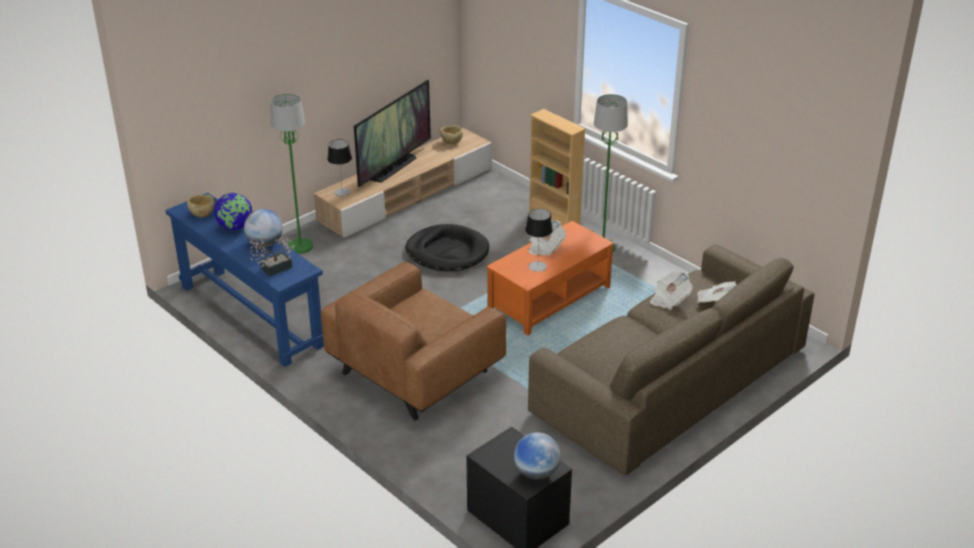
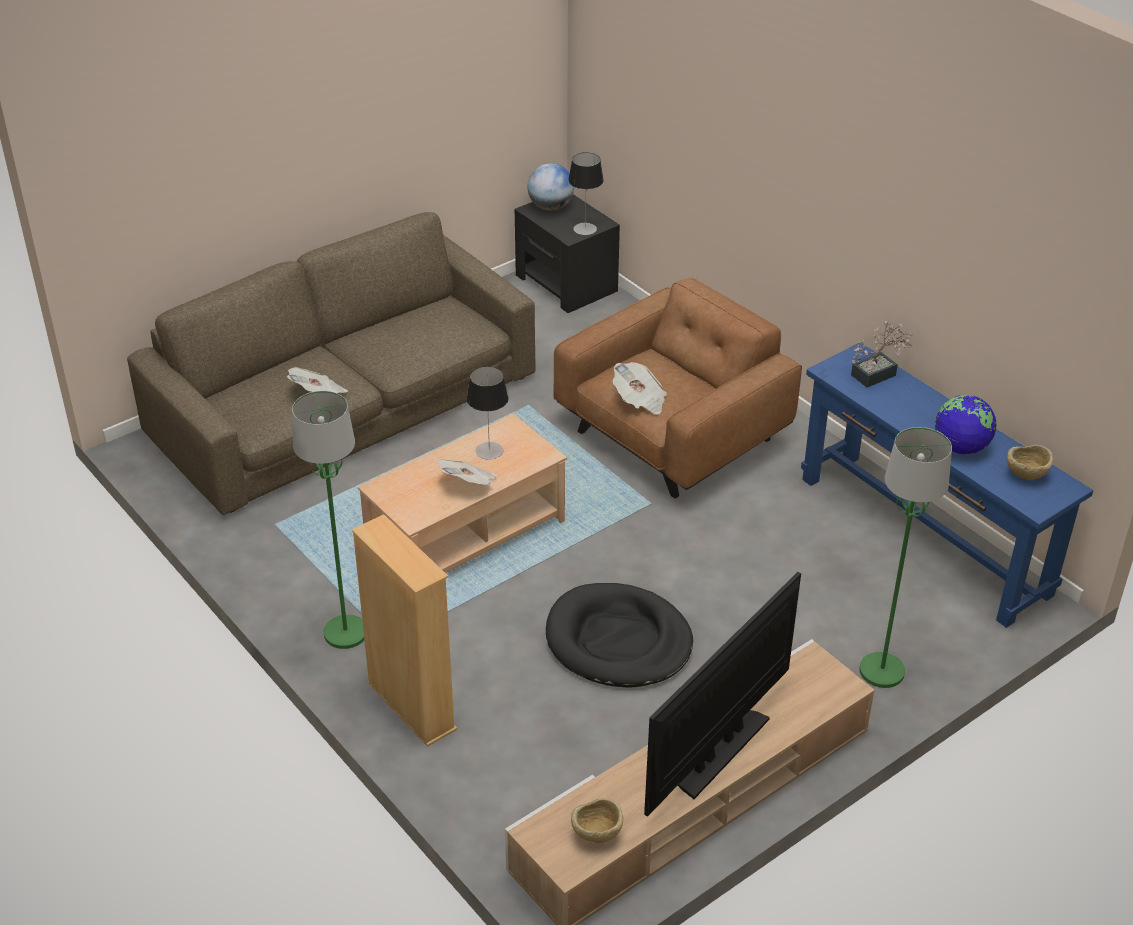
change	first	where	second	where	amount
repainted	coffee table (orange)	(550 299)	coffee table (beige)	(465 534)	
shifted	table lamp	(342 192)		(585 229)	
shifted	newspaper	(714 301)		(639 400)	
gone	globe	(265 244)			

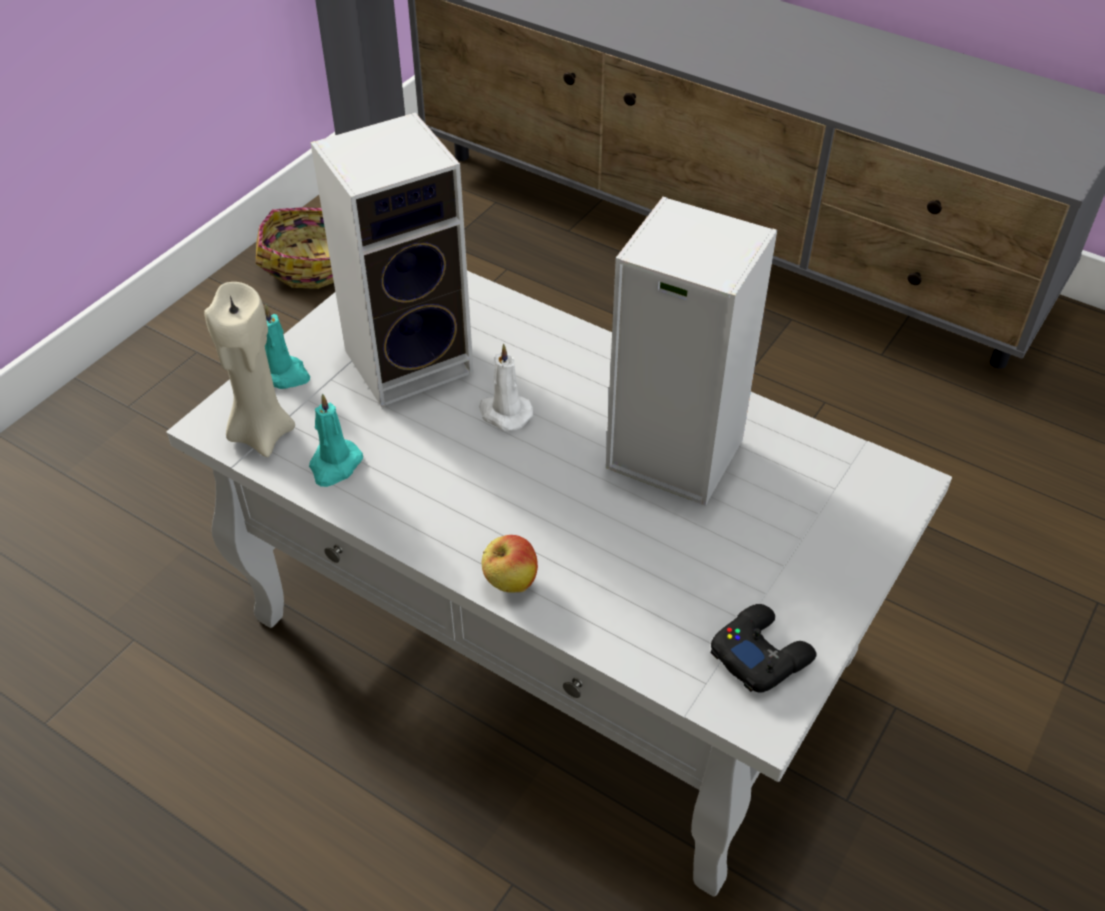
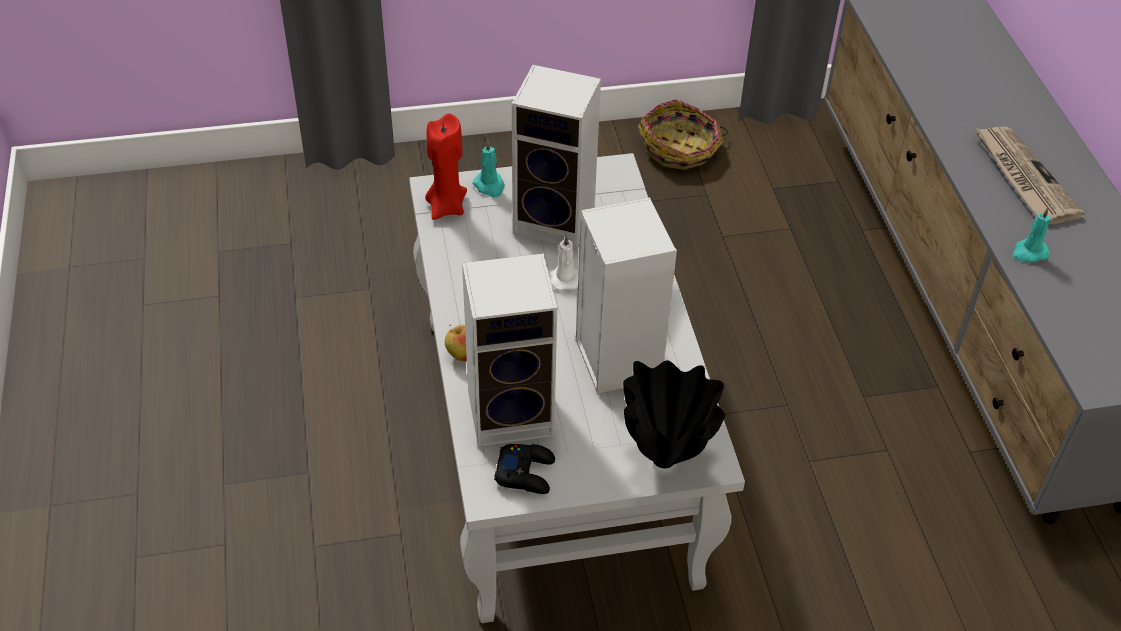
change	first	where	second	where	amount
repainted	candle (beige)	(261 433)	candle (red)	(446 207)	
new			speaker	(514 411)	
new			vase (black)	(665 460)	
new			newspaper	(1023 177)	
shifted	candle (turquoise)	(334 465)		(1029 253)	

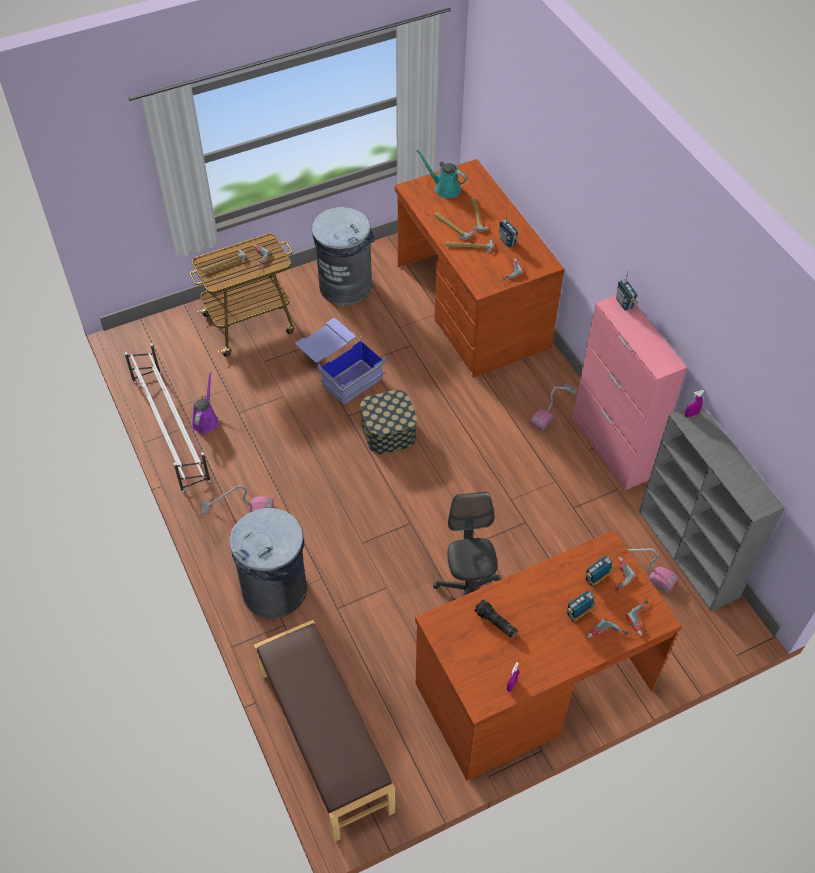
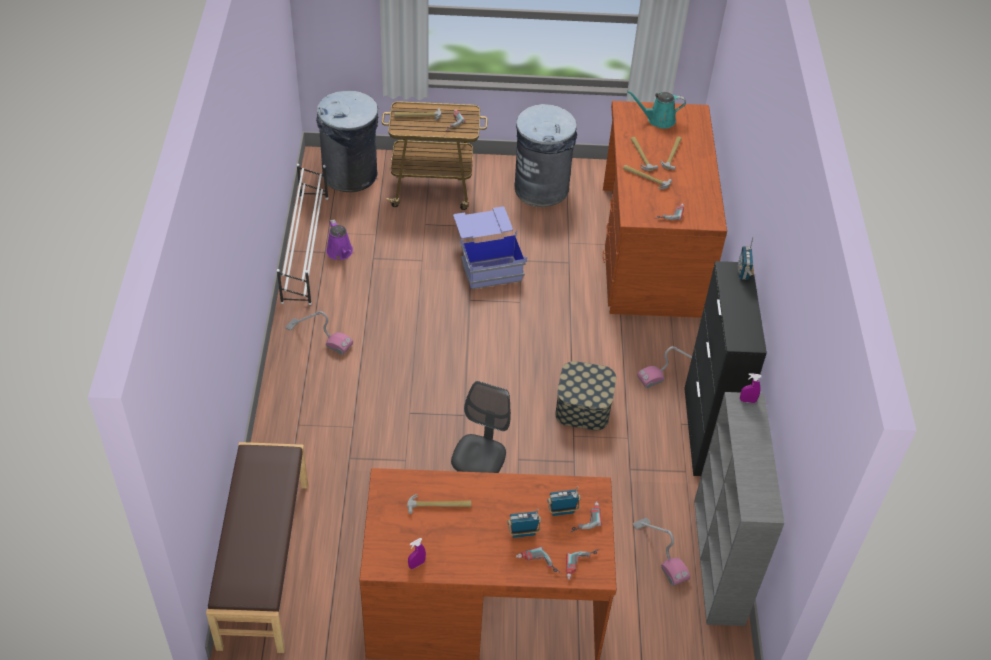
change	first	where	second	where	amount
shifted	trash can (grey)	(275 590)		(350 175)	
rotated	watering can (purple)	(206 420)		(340 252)	120 degrees clockwise
swapped	flashlight	(495 623)	hammer	(439 505)	
shifted	storage box	(388 432)		(583 407)	
rotated	watering can (turquoise)	(445 188)		(658 120)	60 degrees counterclockwise
repainted	cabinet (pink)	(611 448)	cabinet (black)	(705 432)	
gone	radio	(507 241)			

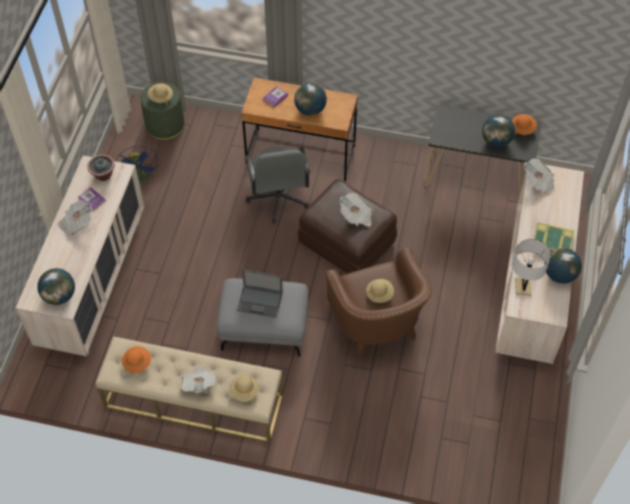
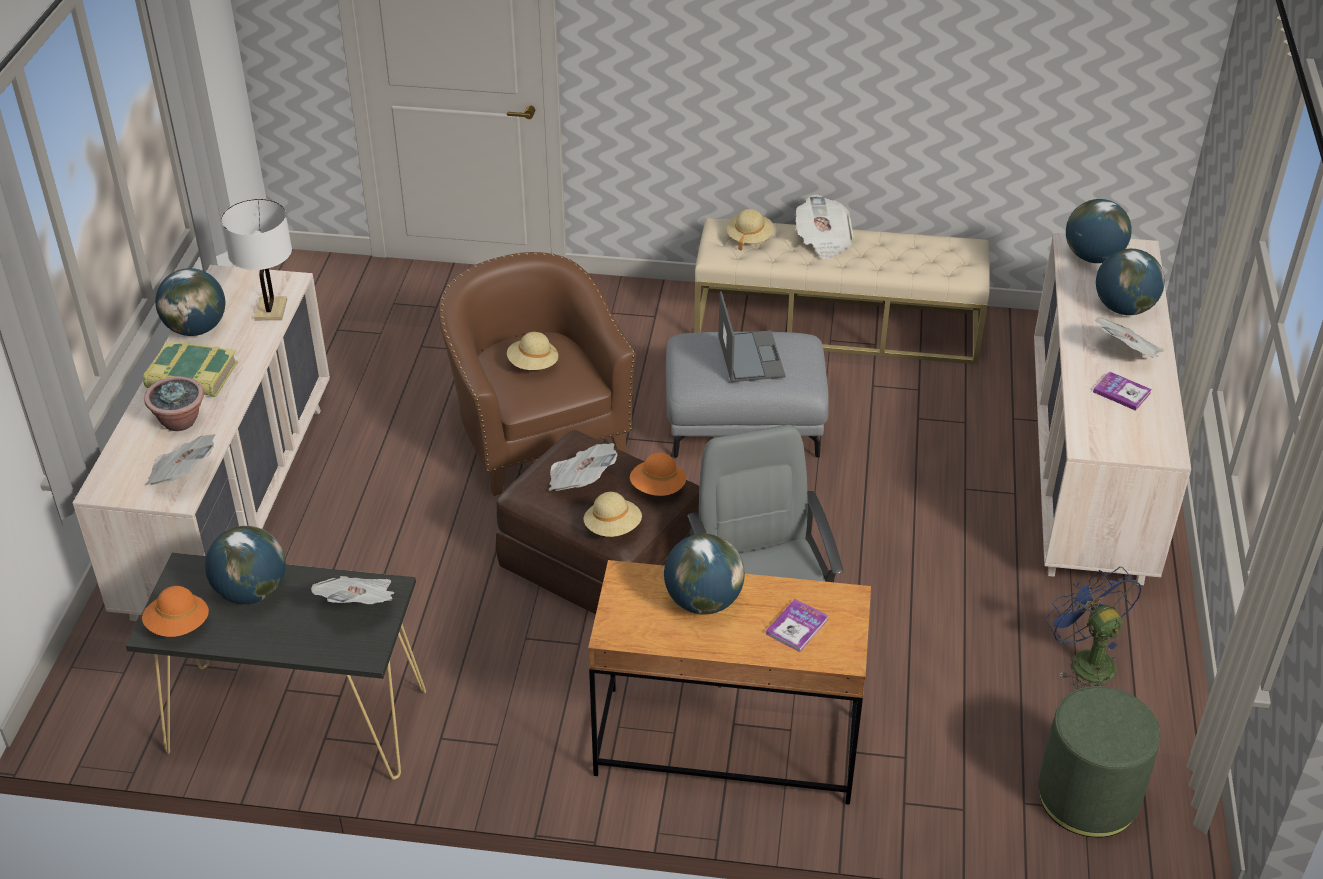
change	first	where	second	where	amount
shifted	potted plant	(103 175)		(180 421)	
new			newspaper	(359 604)	
shifted	hat (beige)	(160 97)		(613 528)	
shifted	hat (orange)	(137 362)		(658 488)	
rotated	laptop	(260 301)		(750 356)	75 degrees clockwise
new			globe	(1123 308)	

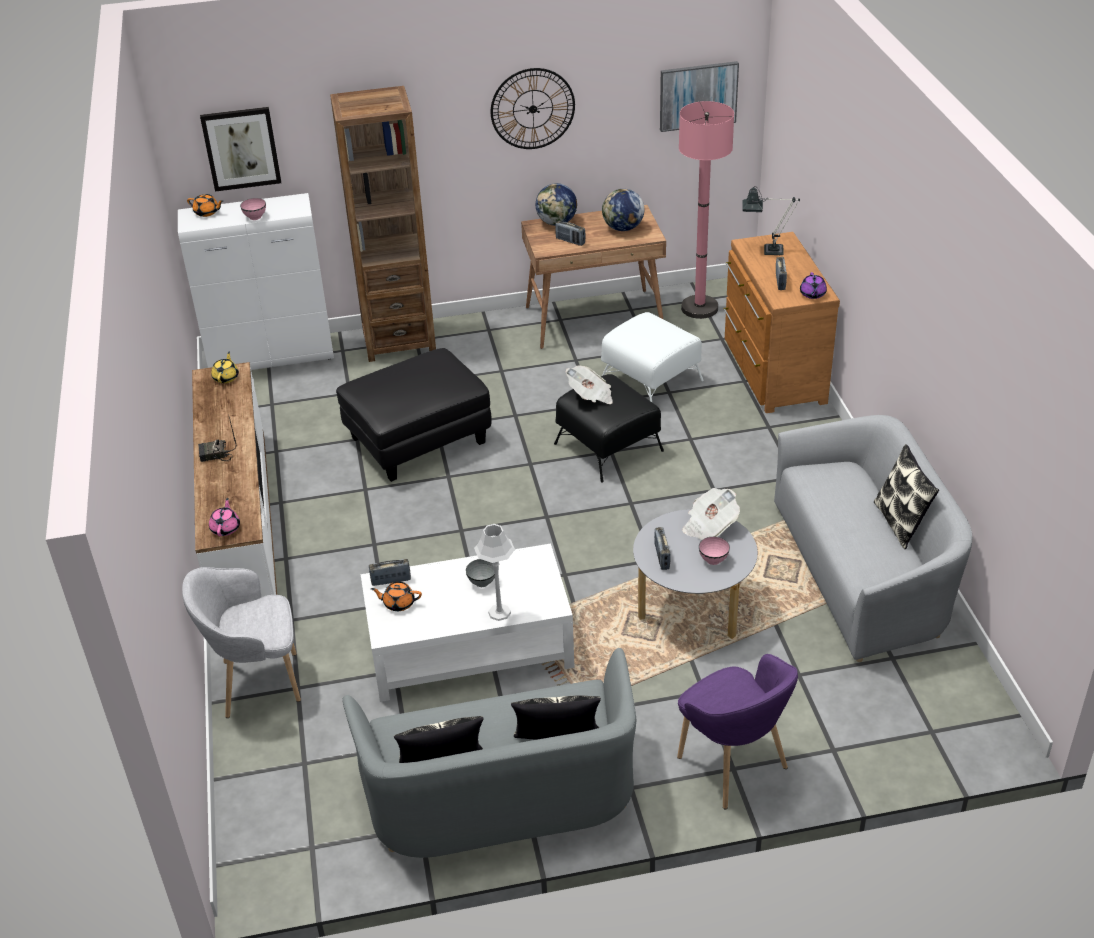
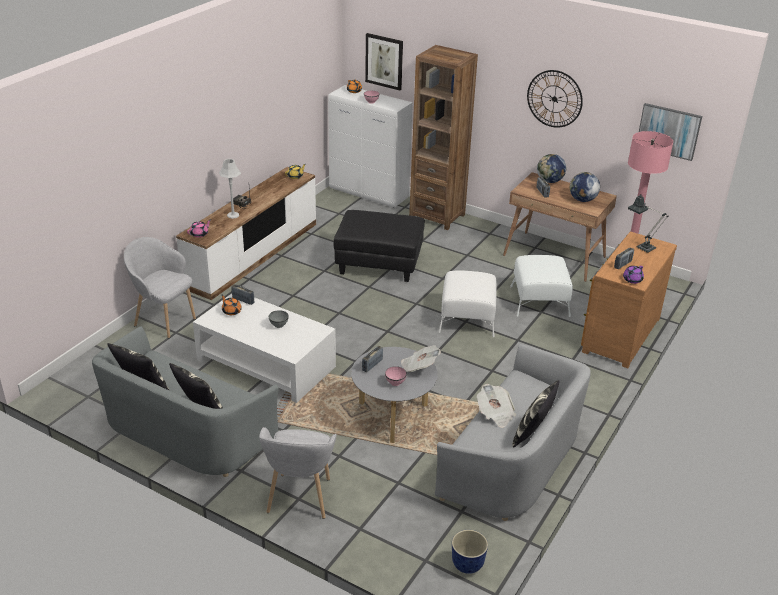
change	first	where	second	where	amount
shifted	table lamp (grey)	(499 612)		(233 215)	
repainted	armchair (purple)	(733 766)	armchair (grey)	(299 498)	
repainted	ottoman (black)	(608 447)	ottoman (white)	(467 319)	
new			planter	(467 564)	
shifted	newspaper	(590 396)		(495 414)	

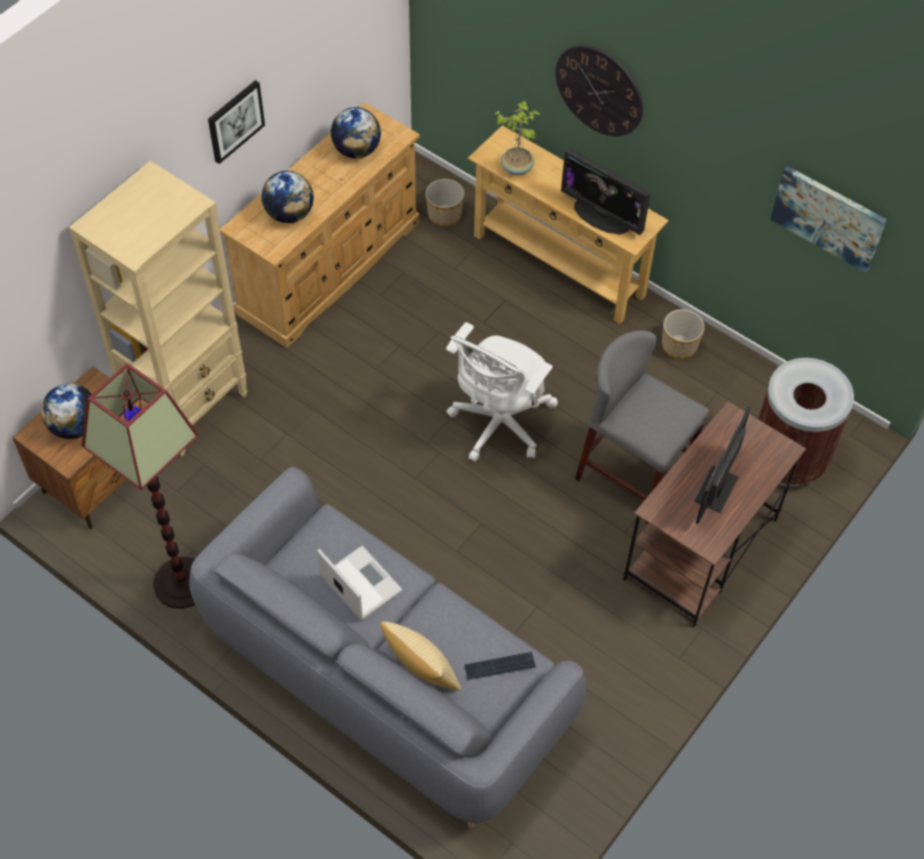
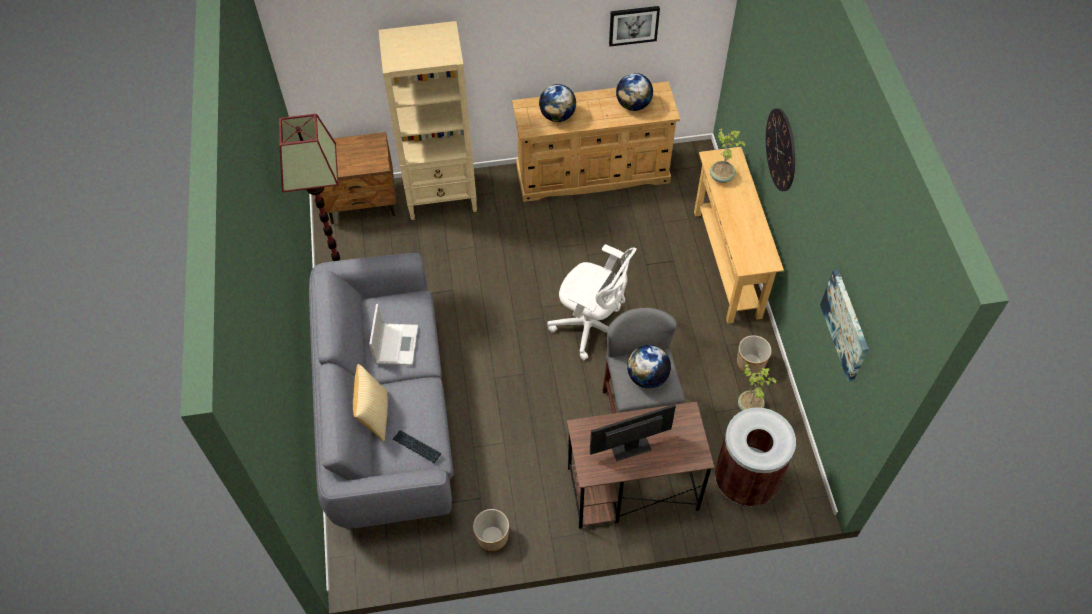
change	first	where	second	where	amount
shifted	planter	(444 215)		(492 537)	
rotated	office chair (white)	(498 425)		(591 327)	135 degrees counterclockwise
shifted	picture	(235 121)		(633 25)	
shifted	globe	(74 426)		(647 377)	
new			potted plant	(750 406)	
gone	monitor	(601 216)			

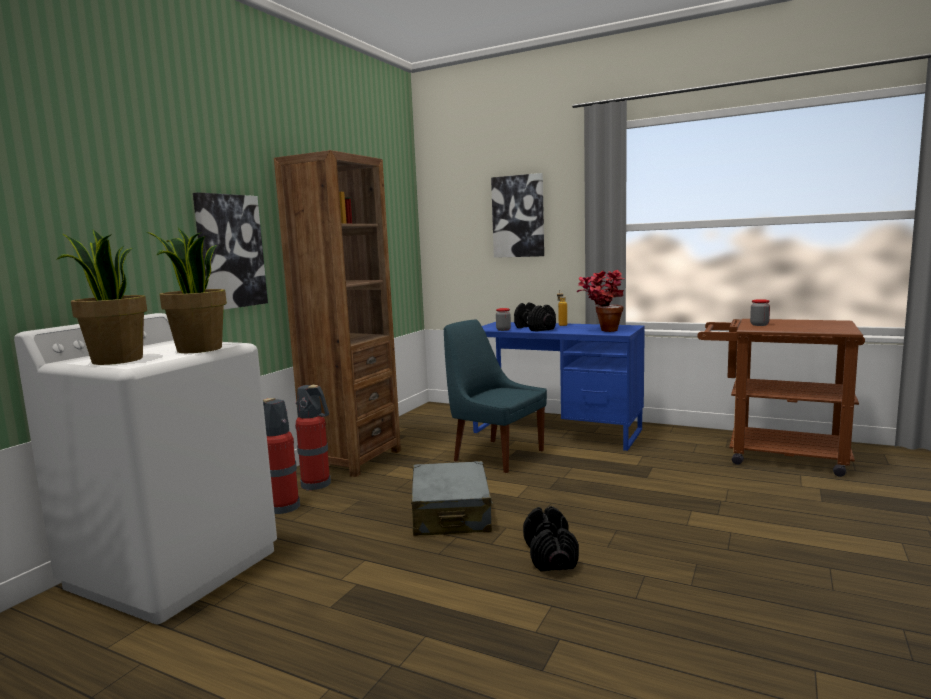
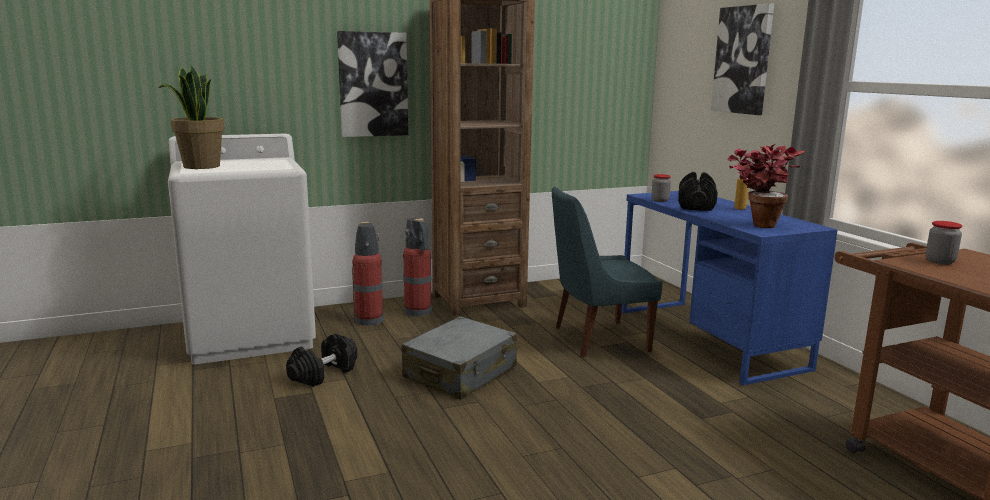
change	first	where	second	where	amount
shifted	dumbbell (black)	(549 555)		(323 374)	
rotated	chair (blue)	(495 455)		(597 339)	90 degrees counterclockwise
gone	potted plant	(198 349)			

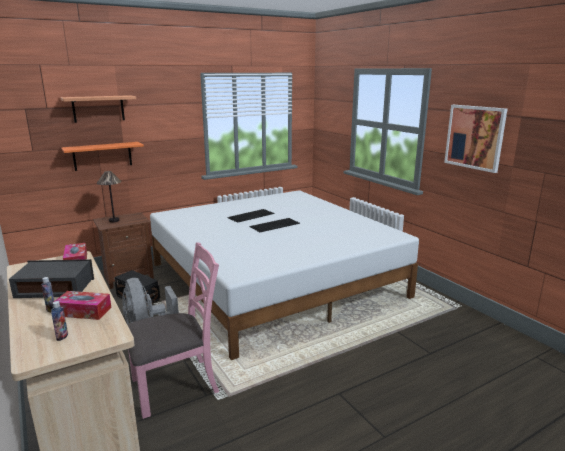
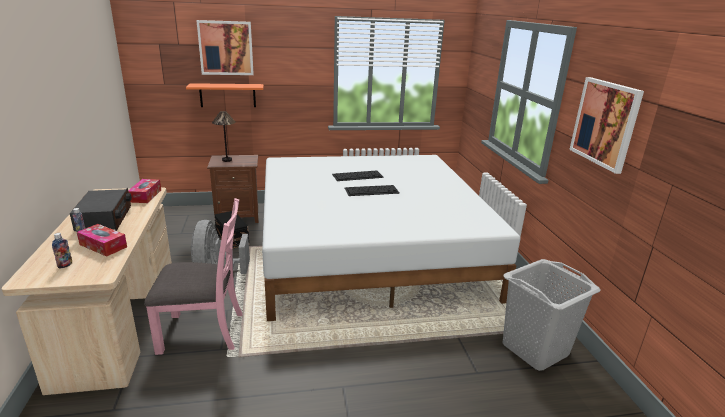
change	first	where	second	where	amount
rotated	radio	(55 288)		(105 218)	60 degrees clockwise
swapped	shelf	(98 108)	picture	(226 48)	
new			laundry basket (grey)	(535 349)	

